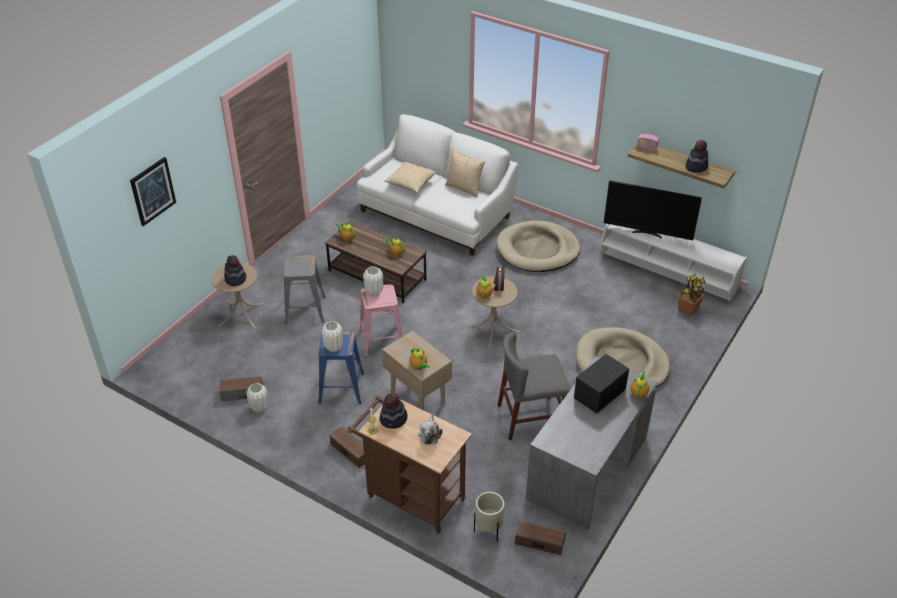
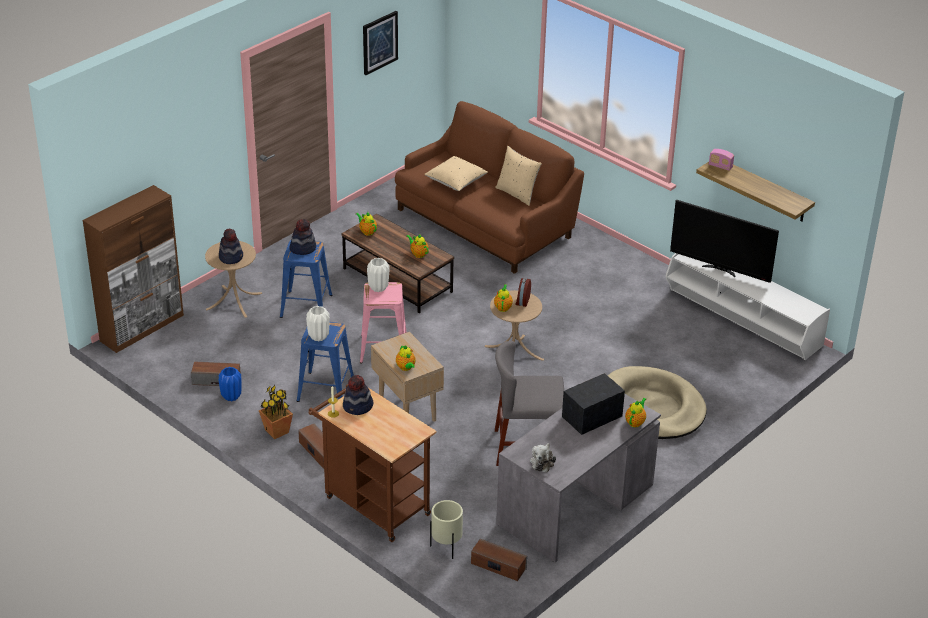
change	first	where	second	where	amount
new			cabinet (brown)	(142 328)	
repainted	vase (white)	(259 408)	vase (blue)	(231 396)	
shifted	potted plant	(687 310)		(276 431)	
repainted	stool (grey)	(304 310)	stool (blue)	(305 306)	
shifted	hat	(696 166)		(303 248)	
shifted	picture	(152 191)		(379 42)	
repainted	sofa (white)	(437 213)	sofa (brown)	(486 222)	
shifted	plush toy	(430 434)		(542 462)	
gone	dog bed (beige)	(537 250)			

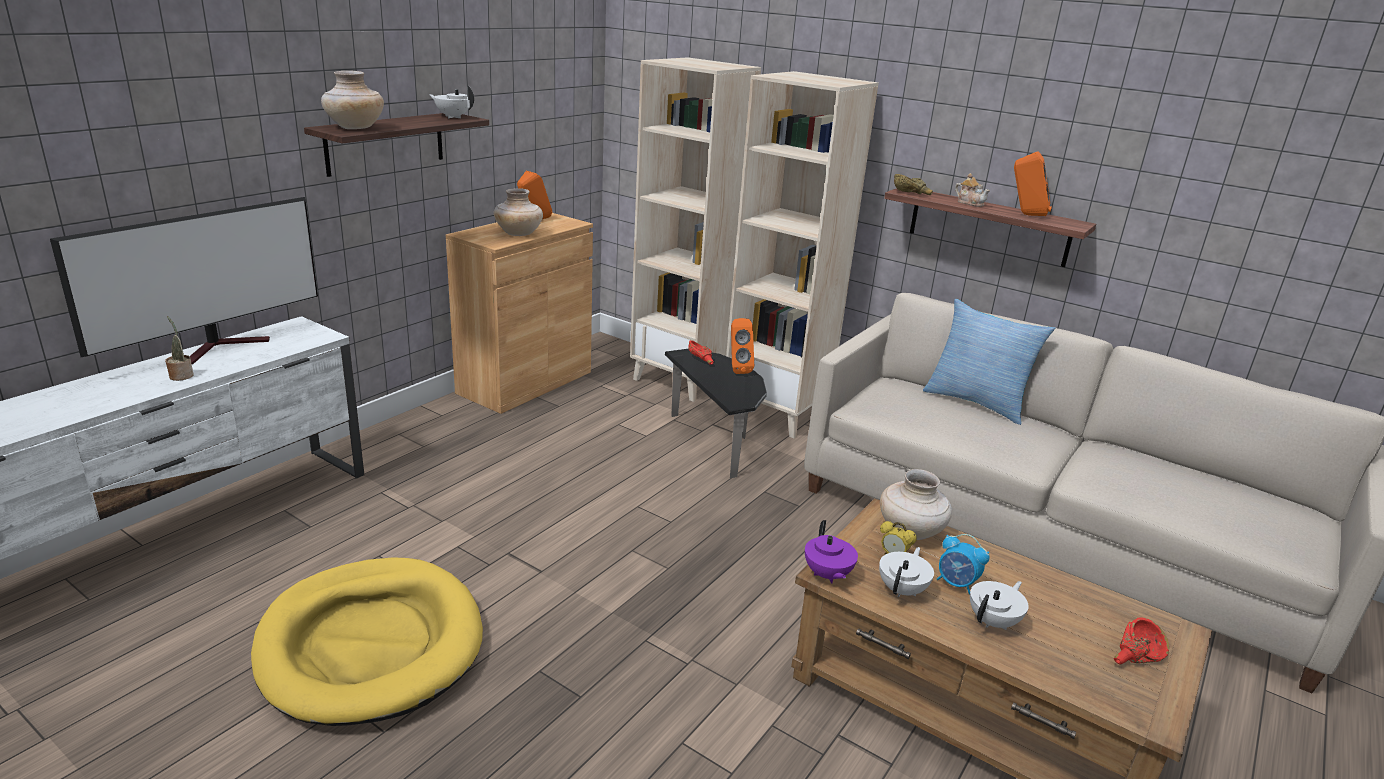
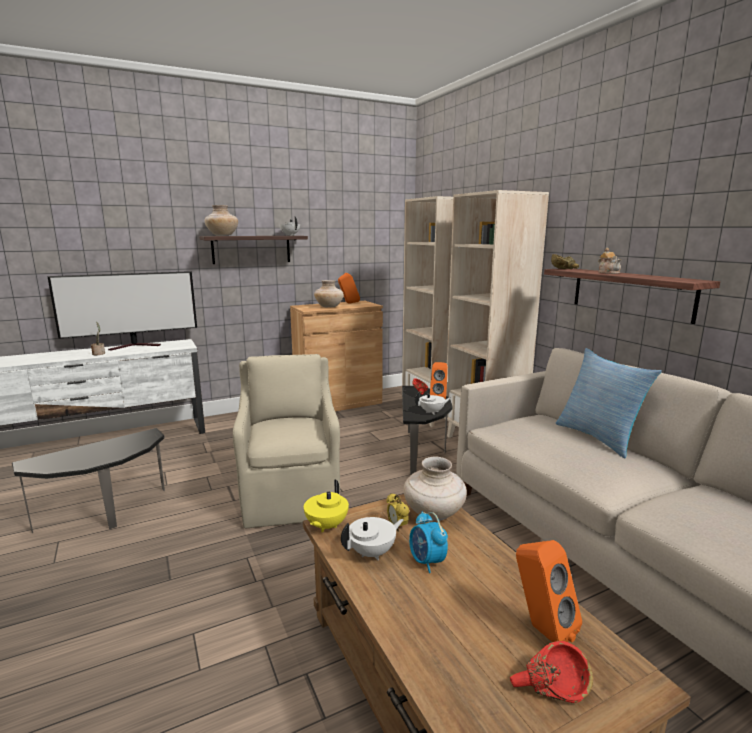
change	first	where	second	where	amount
swapped	dog bed (yellow)	(371 644)	side table	(106 515)	
new			armchair (beige)	(291 496)	
repainted	teapot (purple)	(827 575)	teapot (yellow)	(326 526)	
shifted	teapot (white)	(993 621)		(432 412)	
shifted	speaker (orange)	(1026 214)		(541 629)	

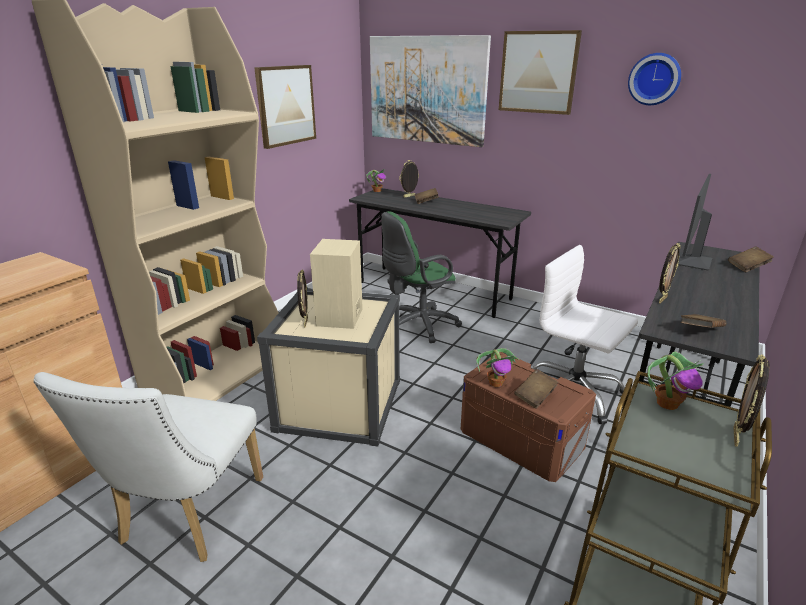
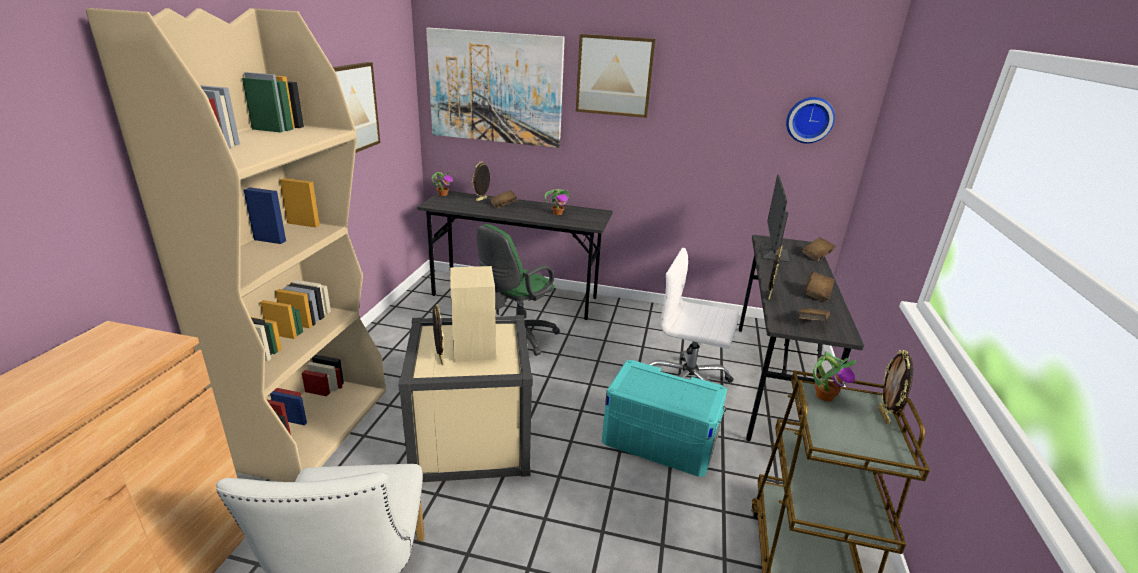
change	first	where	second	where	amount
shifted	potted plant	(496 383)		(558 213)	
repainted	storage box (brown)	(521 438)	storage box (turquoise)	(659 440)	
shifted	wall clock	(654 79)		(809 119)	
shifted	book (brown)	(535 396)		(817 294)	

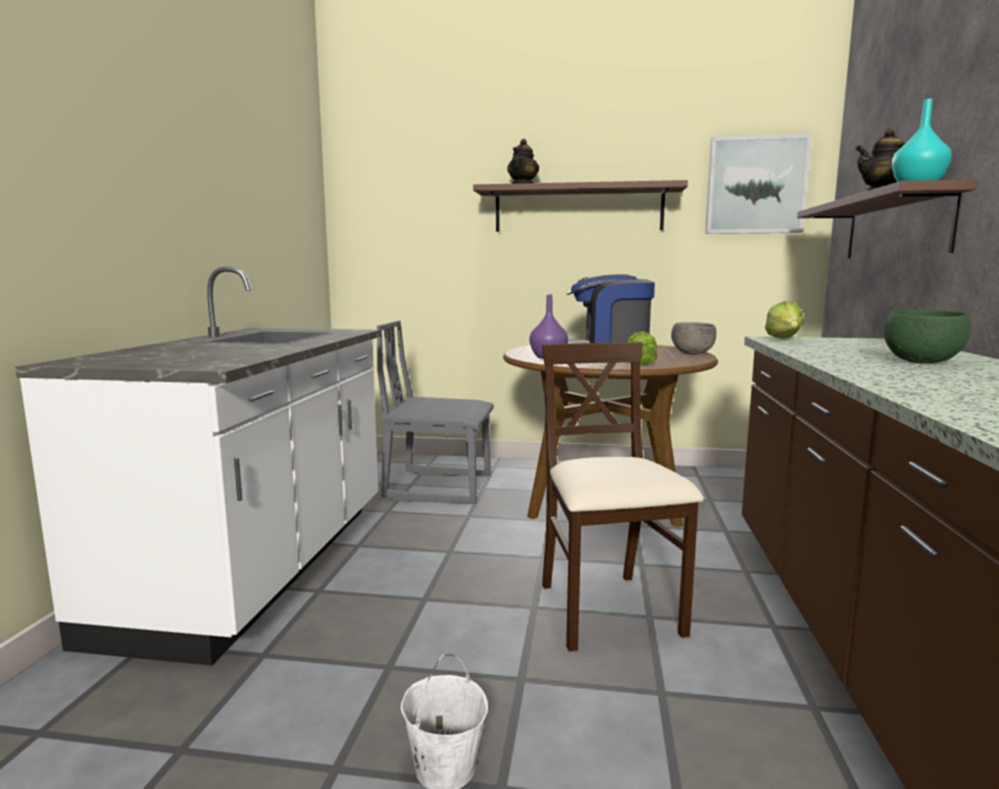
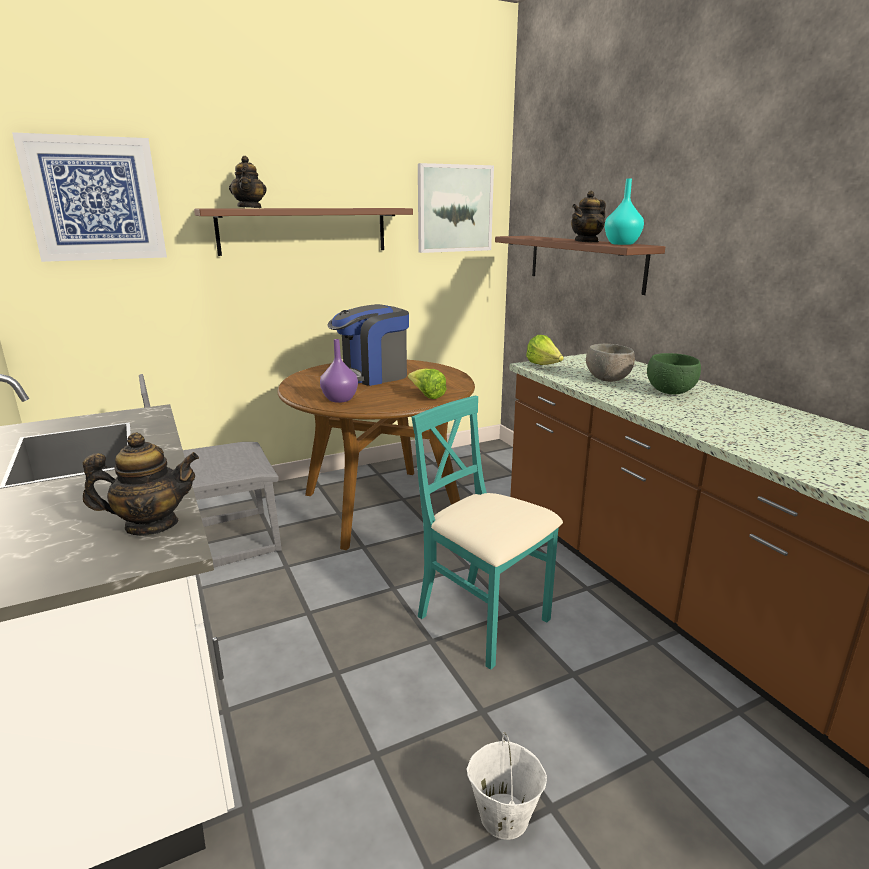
change	first	where	second	where	amount
new			picture	(95 199)	
new			teapot	(151 525)	
repainted	chair (beige)	(608 611)	chair (turquoise)	(483 620)	
shifted	bowl (grey)	(692 353)		(607 380)	

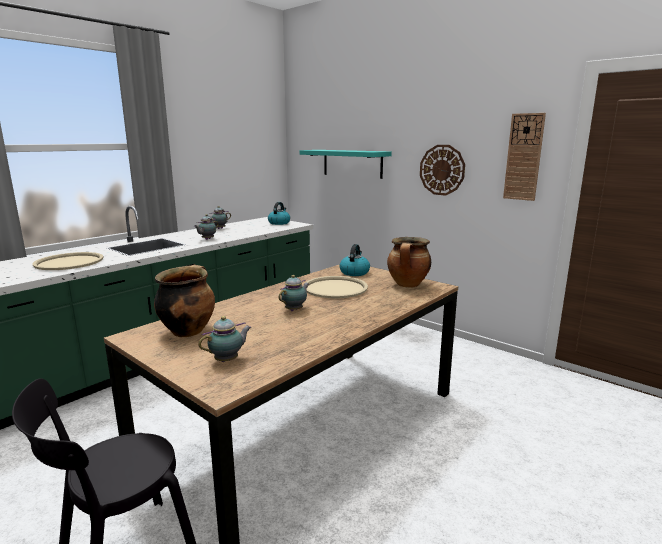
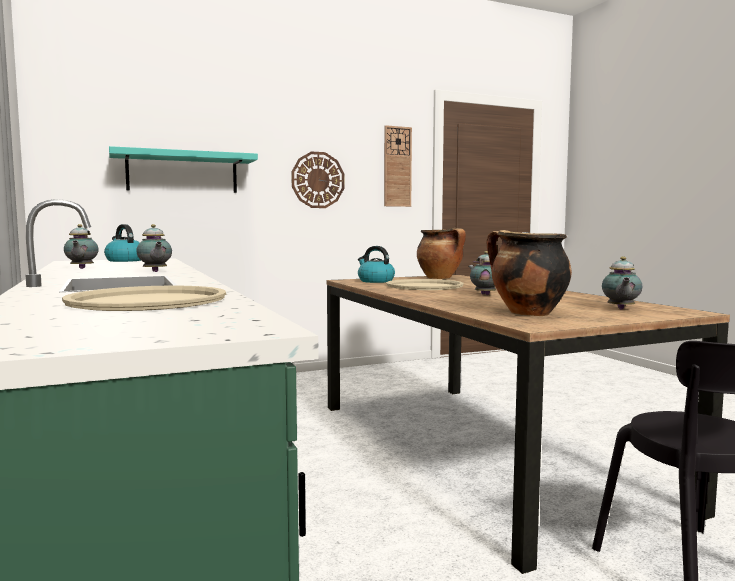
change	first	where	second	where	amount
rotated	teapot	(228 360)		(620 309)	150 degrees counterclockwise

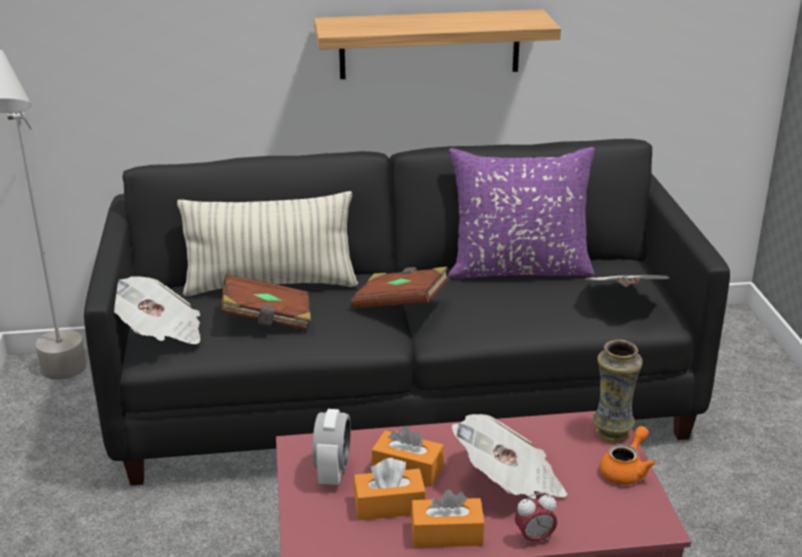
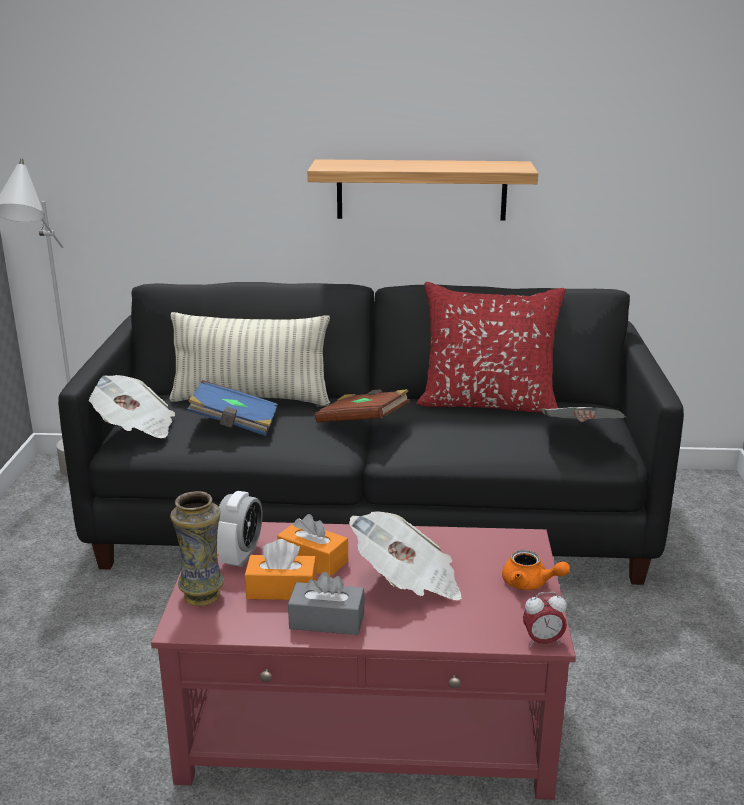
change	first	where	second	where	amount
shifted	vase	(612 432)		(202 595)	
repainted	book (brown)	(267 319)	book (blue)	(234 424)	
repainted	tissue box (orange)	(447 534)	tissue box (grey)	(327 620)	
repainted	pillow (purple)	(519 268)	pillow (red)	(487 403)	
rotated	teapot (orange)	(626 470)		(530 583)	75 degrees clockwise
shifted	alarm clock	(534 538)		(542 641)	

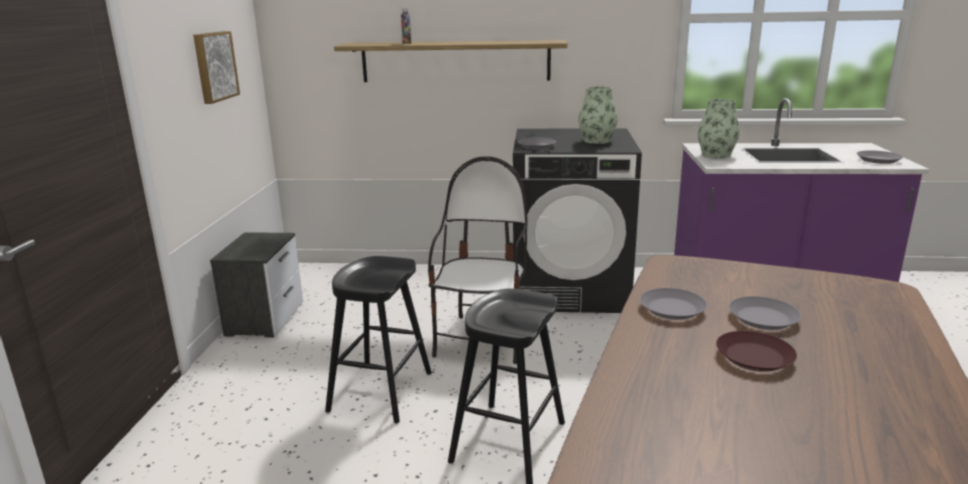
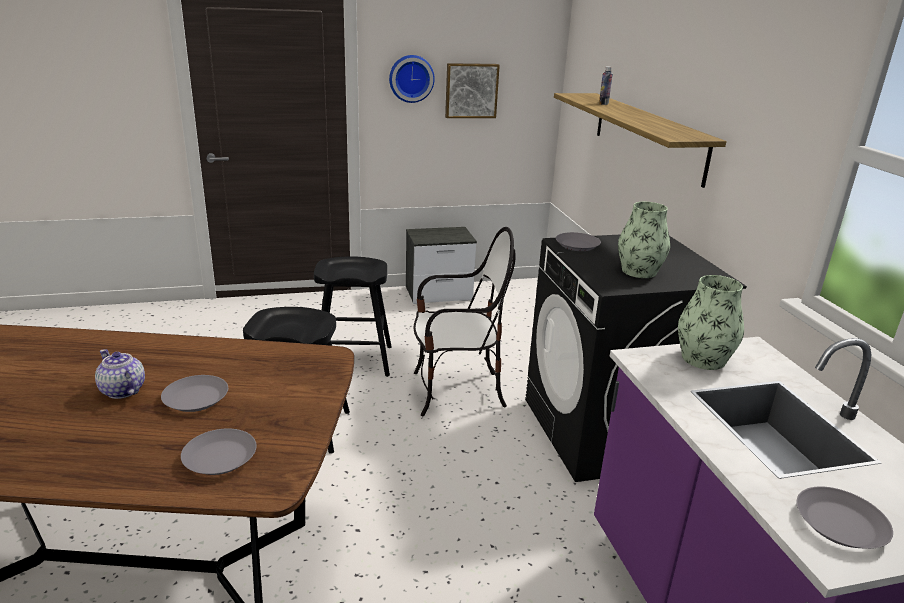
change	first	where	second	where	amount
swapped	plate (brown)	(755 357)	teapot	(122 390)	
shifted	plate (grey)	(671 309)		(220 457)	
new			wall clock	(411 78)	

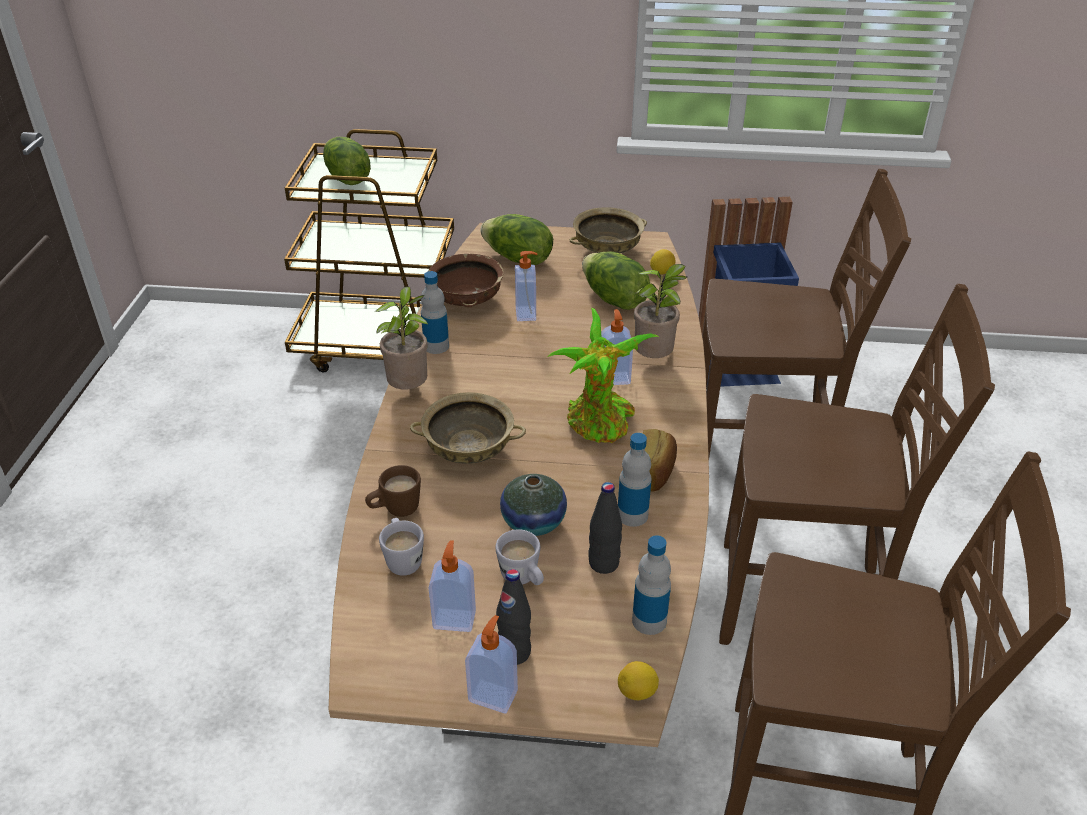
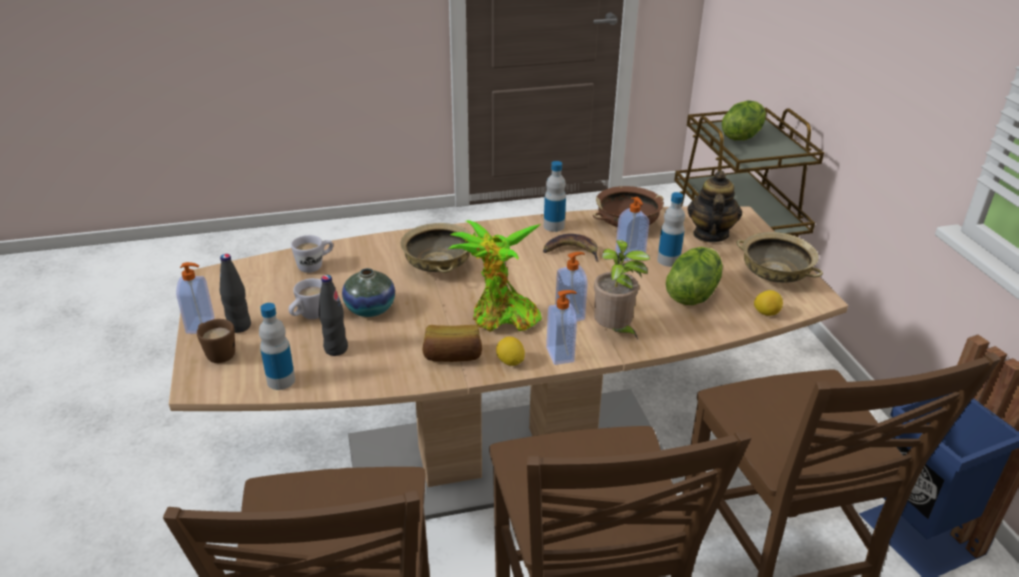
change	first	where	second	where	amount
shifted	mug (brown)	(395 510)		(217 353)	
shifted	lemon	(637 692)		(510 362)	
new			banana	(572 251)	
shifted	soap dispenser	(454 619)		(561 355)	
shifted	bottle	(632 515)		(668 260)	
swapped	lettuce	(517 259)	teapot	(710 234)	
gone	potted plant	(409 389)			

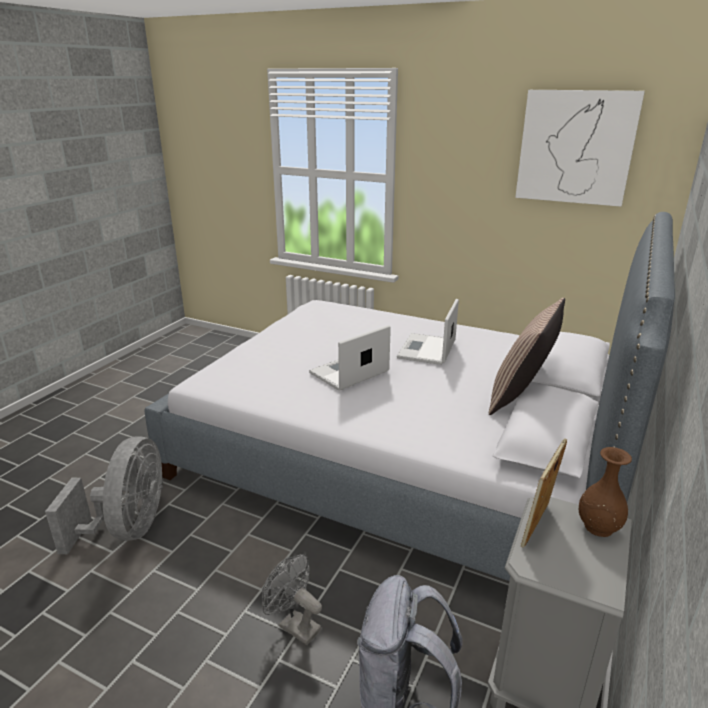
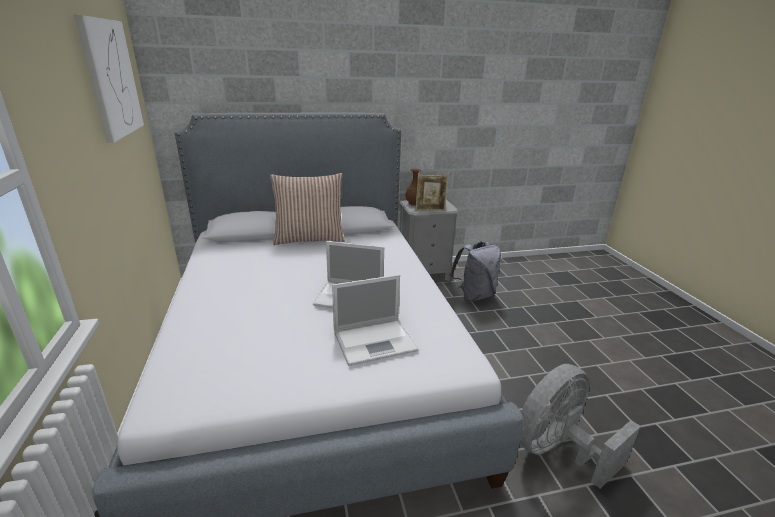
change	first	where	second	where	amount
shifted	laptop	(427 350)		(376 341)	
gone	fan (grey)	(294 625)			

